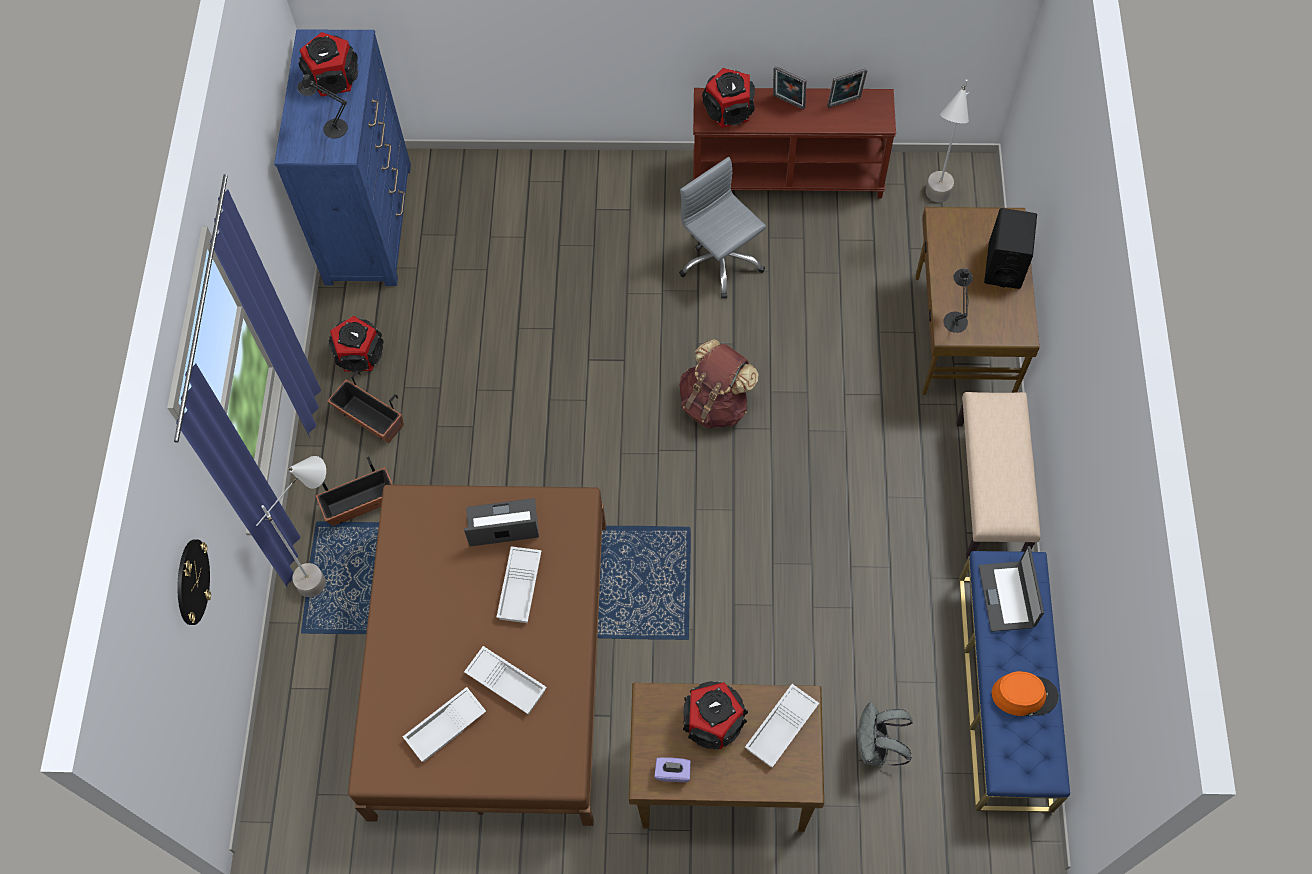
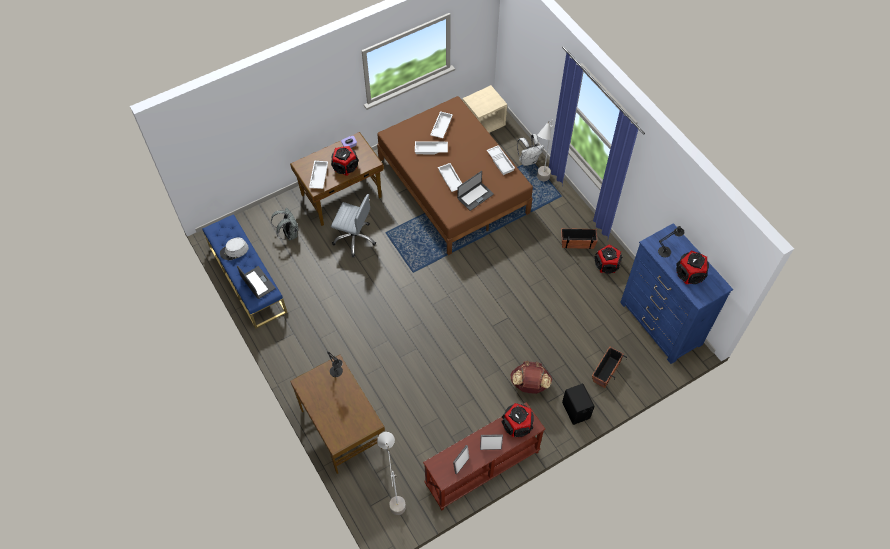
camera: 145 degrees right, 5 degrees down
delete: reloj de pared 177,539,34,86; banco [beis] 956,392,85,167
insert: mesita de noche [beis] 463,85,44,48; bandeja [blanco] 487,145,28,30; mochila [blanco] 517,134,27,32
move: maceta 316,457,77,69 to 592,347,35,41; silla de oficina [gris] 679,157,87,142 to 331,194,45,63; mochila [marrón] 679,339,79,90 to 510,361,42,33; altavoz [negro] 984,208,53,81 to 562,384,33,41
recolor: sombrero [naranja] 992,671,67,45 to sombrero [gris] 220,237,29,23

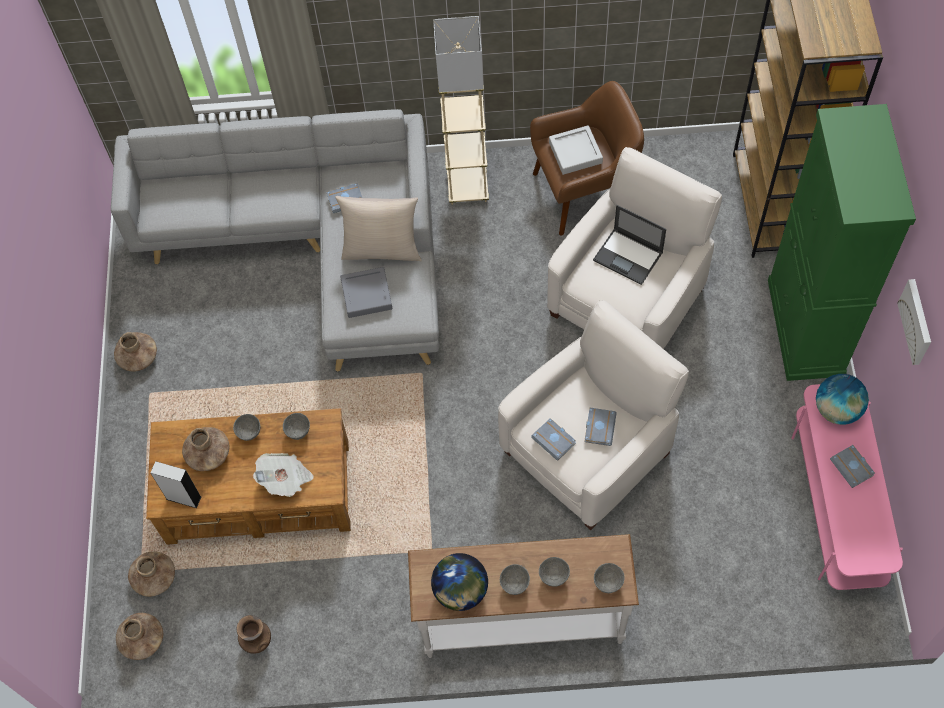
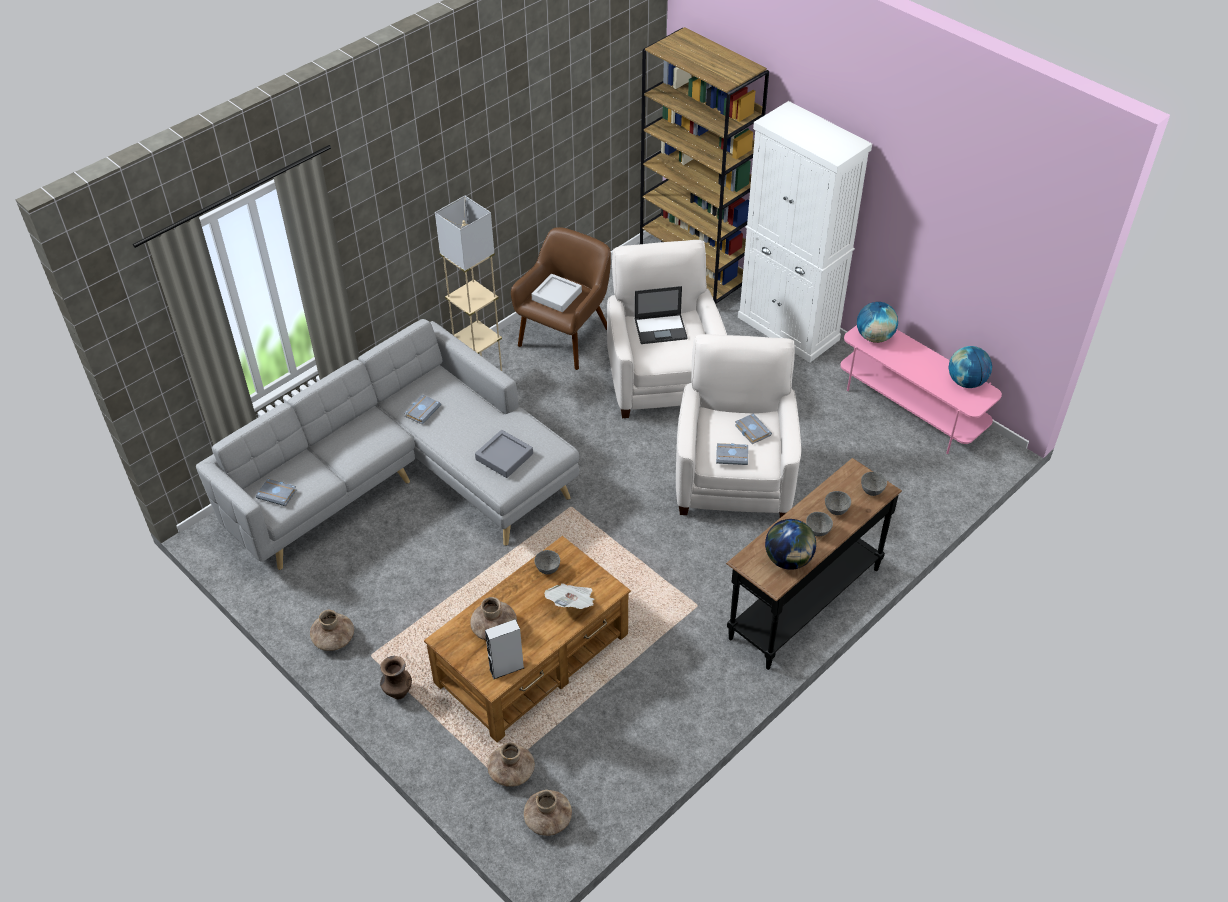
camera: 45 degrees left, 15 degrees down
delete: cuenco [gris] 233,414,27,27; cojín [beis] 335,196,87,65; cuadro 897,279,34,86
insert: globo terráqueo 949,346,43,42
move: florero [marrón] 237,615,34,39 to 380,656,32,43; libro [gris] 830,445,45,43 to 256,479,41,27
recolor: mesa consola [blanco] 408,534,231,124 to mesa consola [negro] 726,458,176,212; armario [verde] 768,104,148,277 to armario [blanco] 738,101,134,262

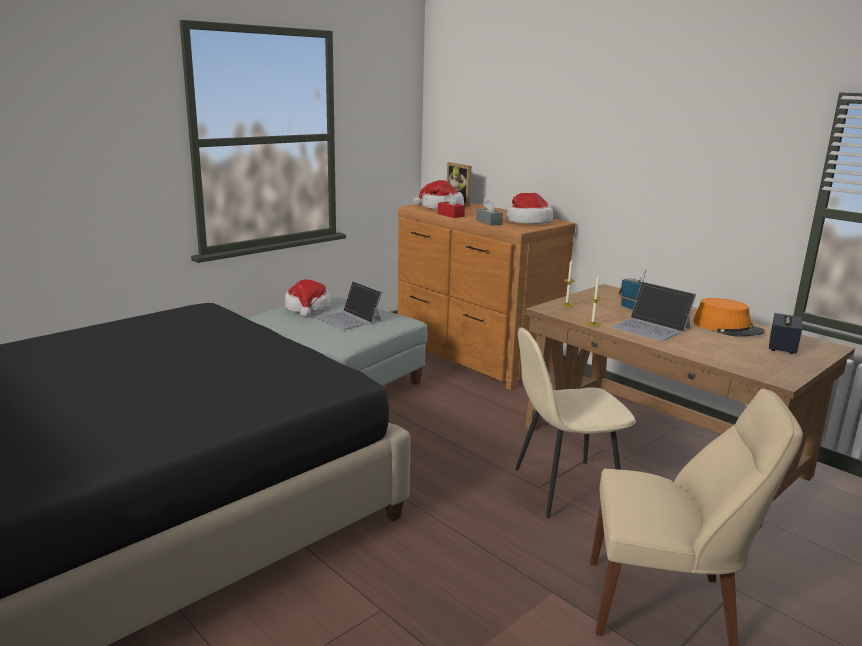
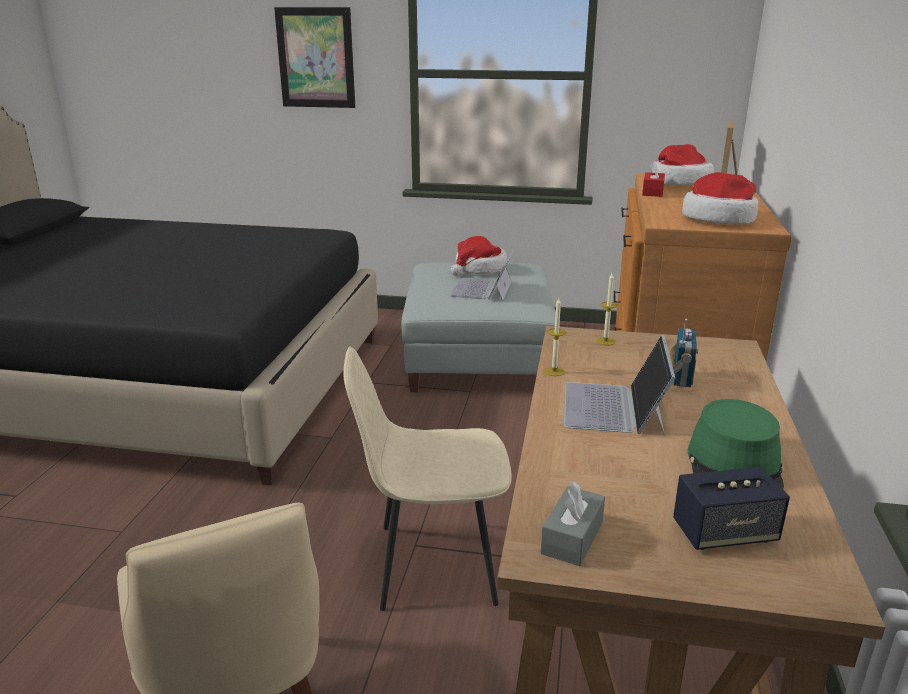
camera: 55 degrees right, 5 degrees up
insert: cuadro 274,7,81,101
move: caja de pañuelos [gris] 476,199,27,27 to 541,481,64,85
recolor: sombrero [naranja] 693,298,72,39 to sombrero [verde] 687,399,97,90
rotate: silla [beis] 515,328,121,190 = 343,347,169,264 45 degrees counterclockwise

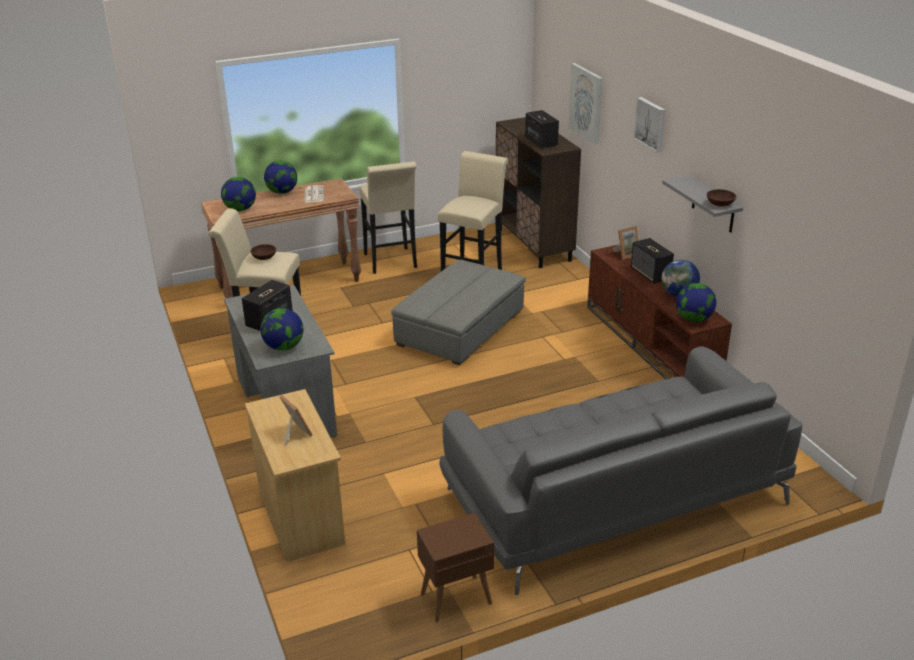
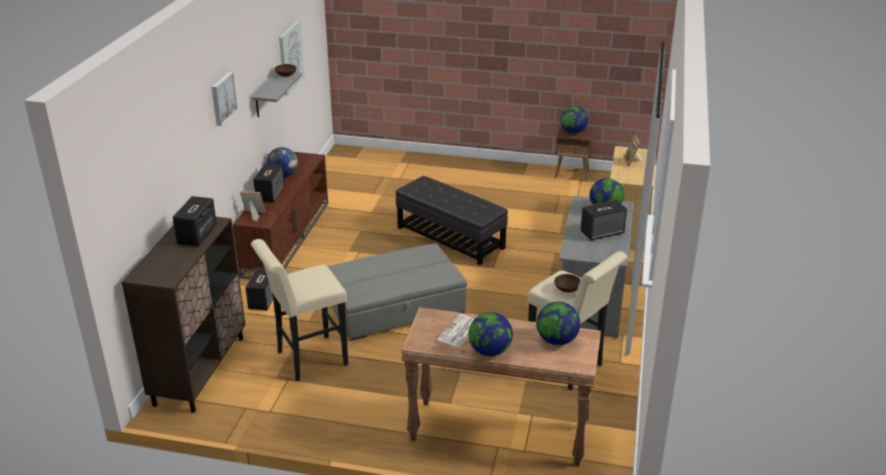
camera: 145 degrees left, 0 degrees up
delete: taburete [beis] 359,162,58,112; sofá [gris] 439,347,364,248
insert: altavoz 245,267,28,44; puf [negro] 396,176,112,89
move: cuadro 568,63,35,82 to 279,21,26,75; globo terráqueo 676,283,40,39 to 560,106,28,28

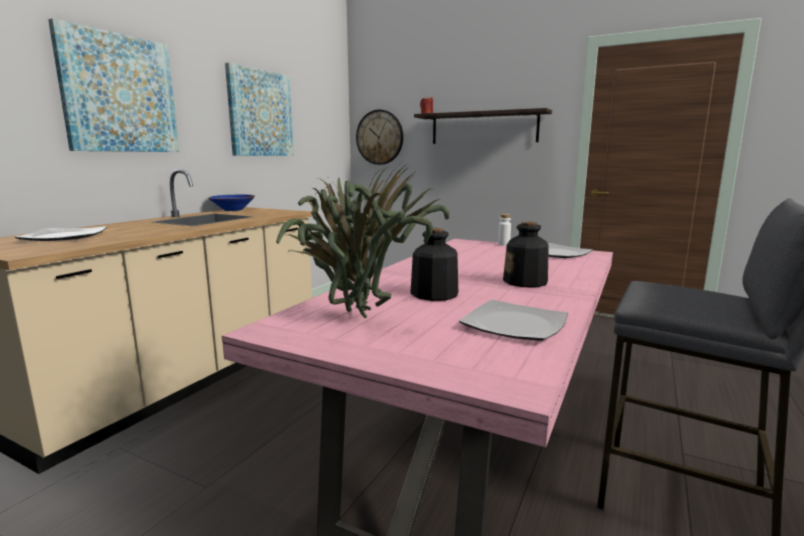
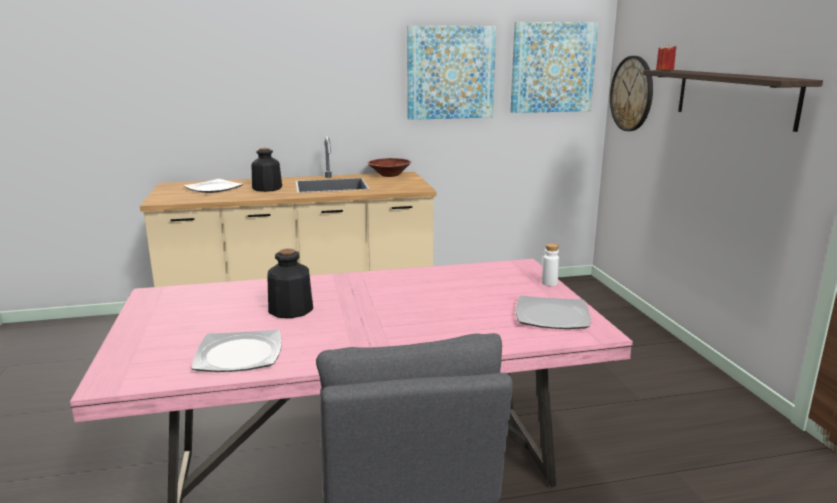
camera: 50 degrees right, 5 degrees up
delete: planta en maceta 276,163,173,155
move: cuadro 48,18,131,134 to 510,22,88,91; botella 503,221,46,66 to 251,148,31,44
recolor: cuenco [azul] 209,195,46,16 to cuenco [marrón] 368,158,43,19

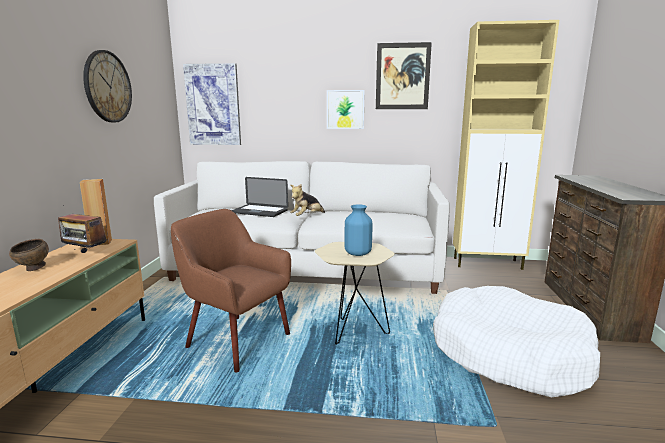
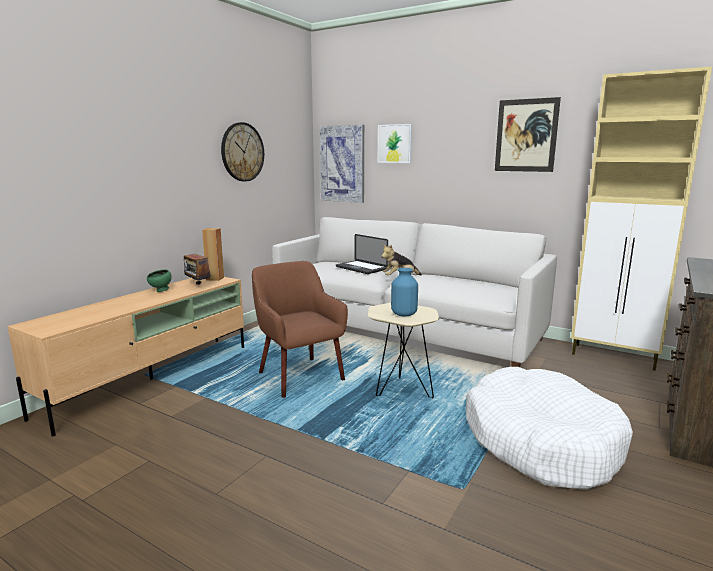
camera: 25 degrees right, 0 degrees up
move: cuadro 327,90,38,39 to 377,124,35,39
recolor: cuenco [marrón] 9,239,40,32 to cuenco [verde] 147,269,25,23

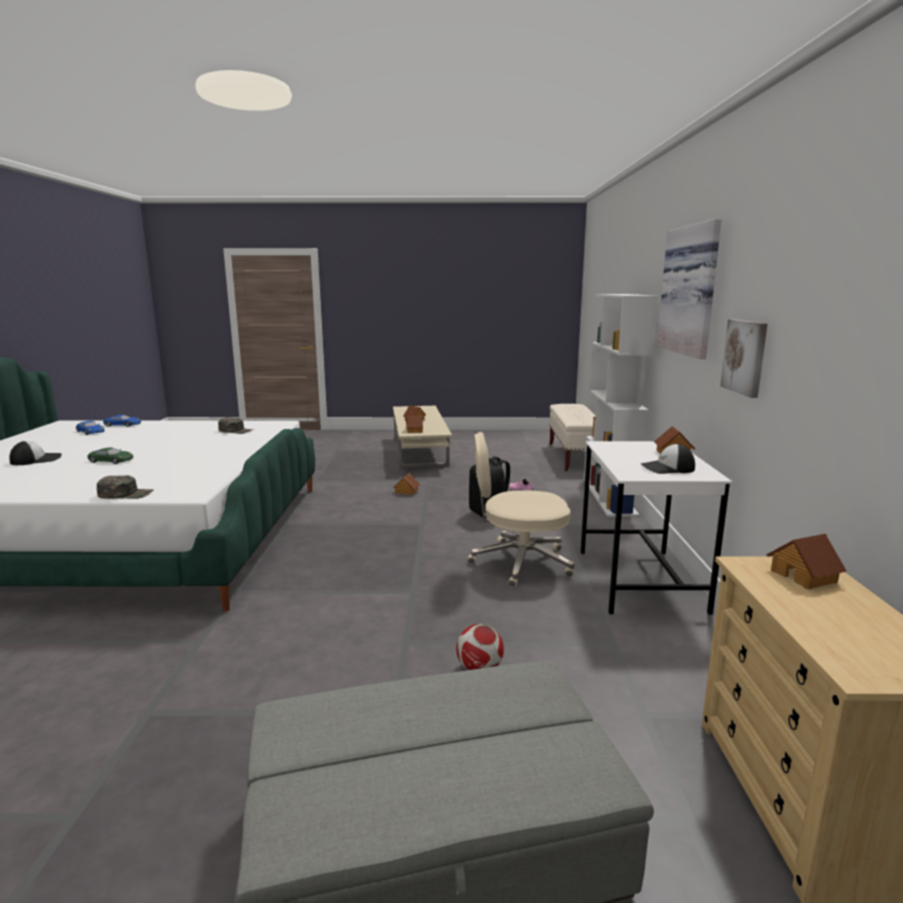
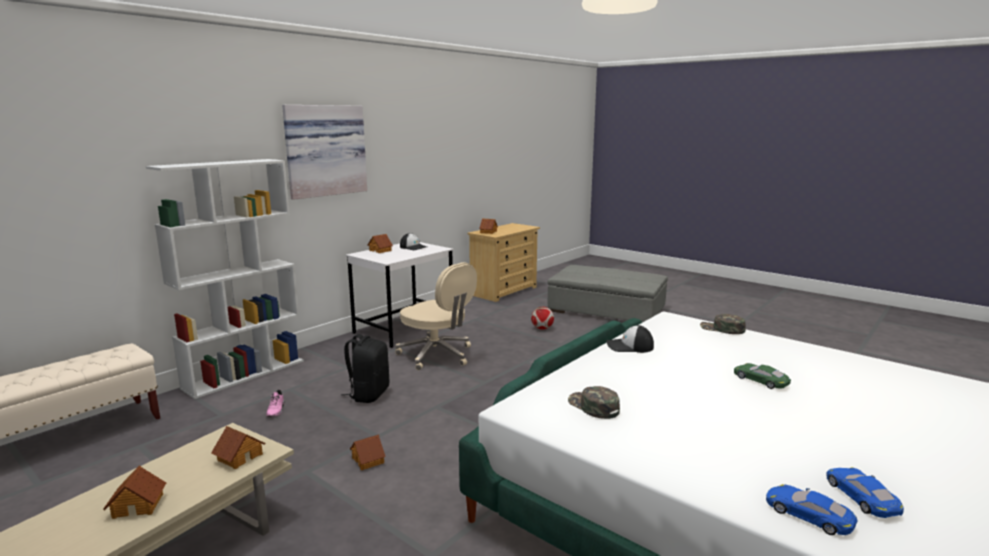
camera: 140 degrees left, 0 degrees up
delete: cuadro 720,319,48,79
move: gorra 9,441,53,24 to 607,325,47,28

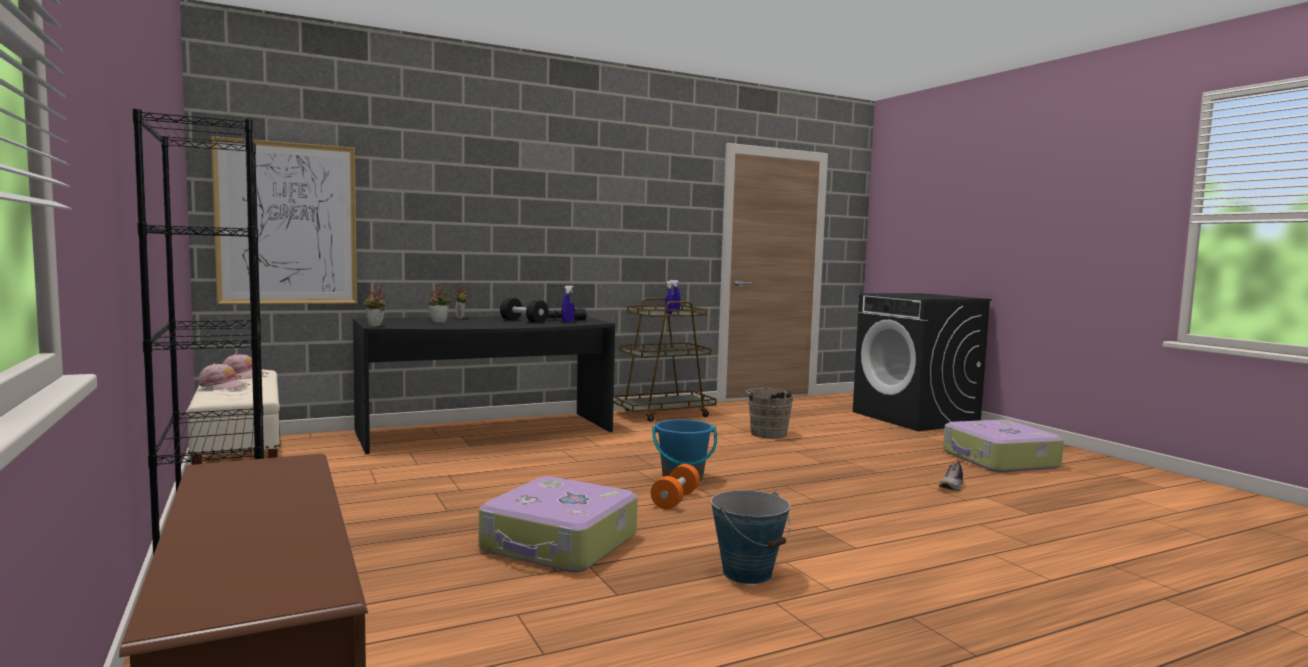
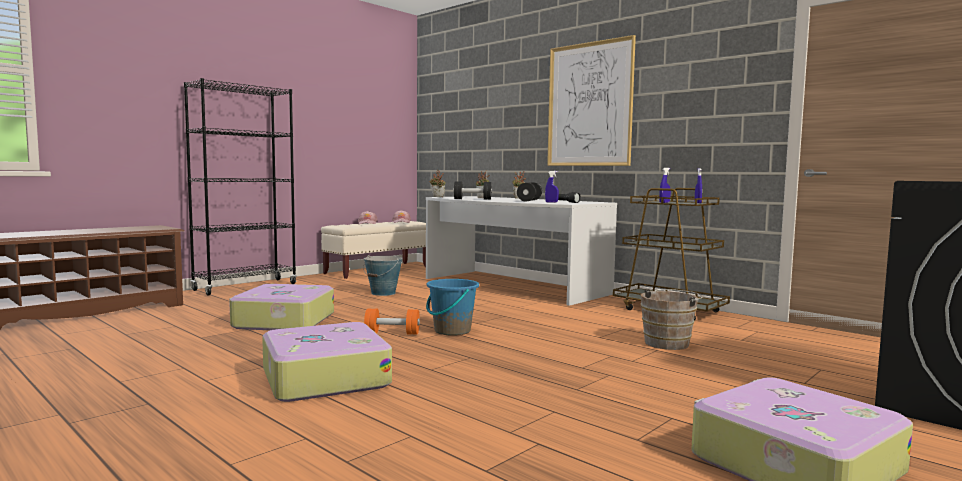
camera: 70 degrees right, 0 degrees up
delete: zapato 939,462,24,29
insert: maleta 262,322,130,80; mancuerna [negro] 454,181,38,18
move: cuadro 211,136,146,168 to 547,35,89,131; cubo 711,490,79,94 to 363,255,40,41
recolor: escritorio [negro] 353,316,262,138 to escritorio [blanco] 426,196,191,110

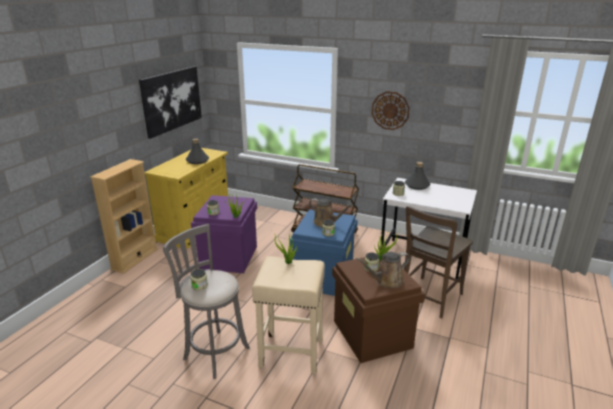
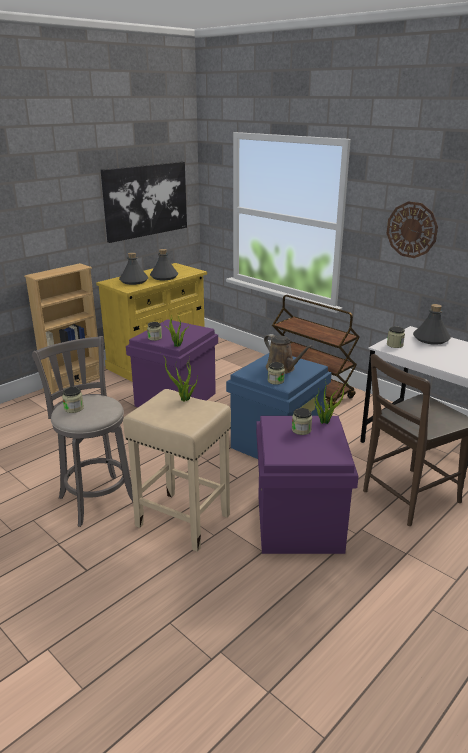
camera: 20 degrees right, 0 degrees up
delete: regadera [marrón] 356,252,54,36
insert: botella [gris] 119,252,29,33
recolor: caja de almacenaje [marrón] 332,257,93,106 to caja de almacenaje [morado] 256,416,103,138

